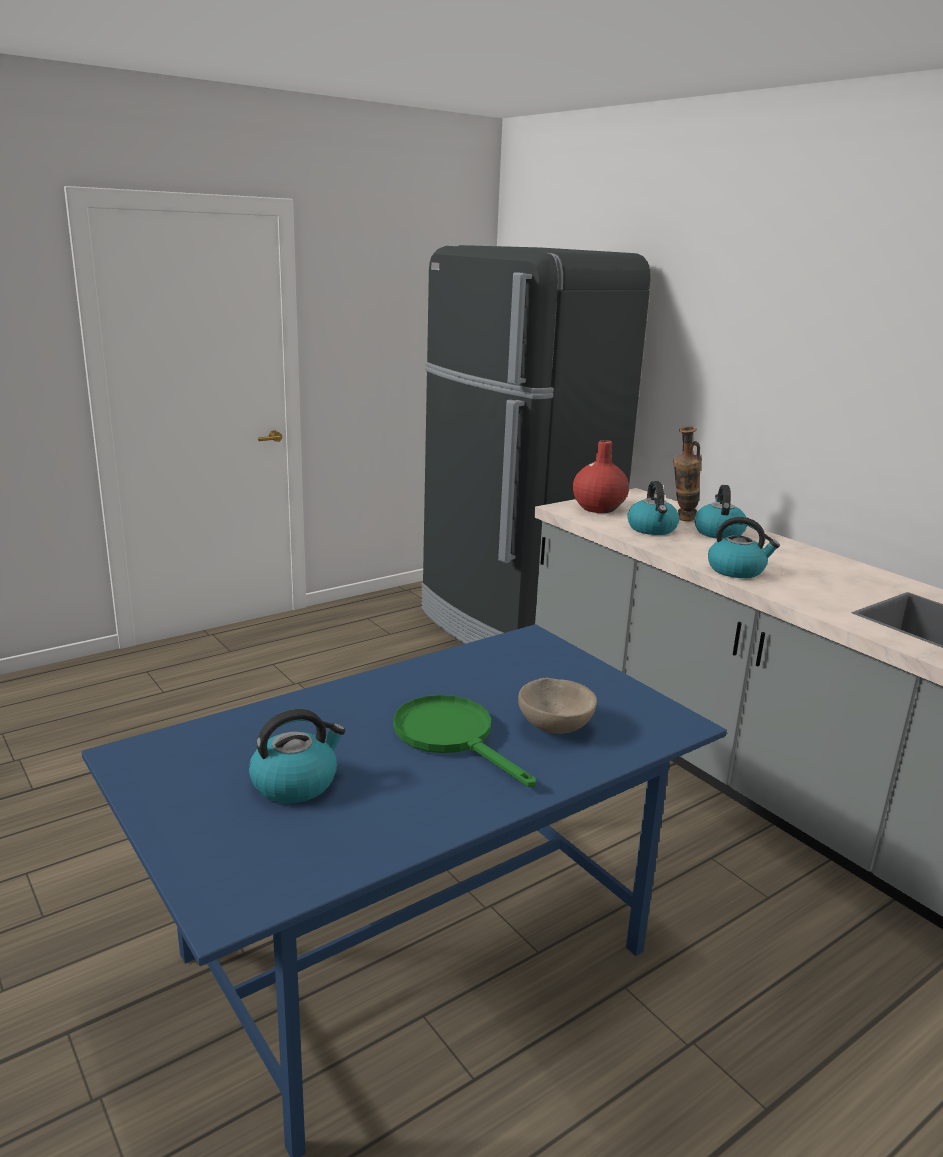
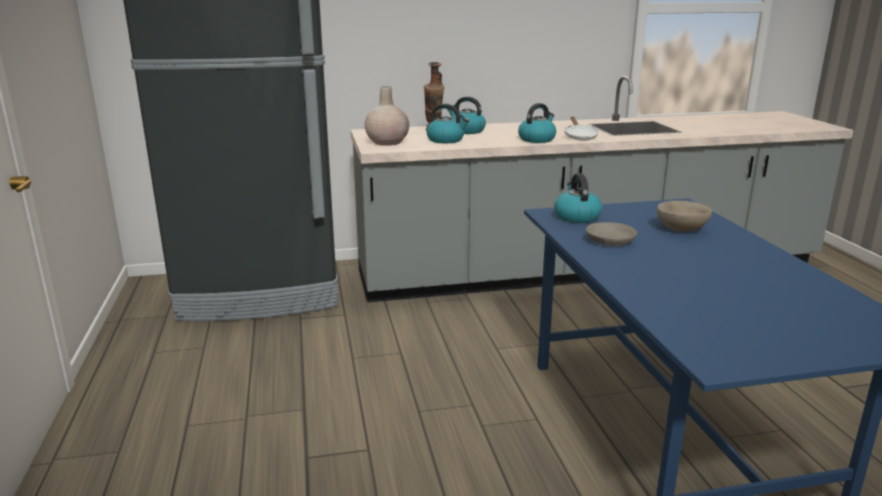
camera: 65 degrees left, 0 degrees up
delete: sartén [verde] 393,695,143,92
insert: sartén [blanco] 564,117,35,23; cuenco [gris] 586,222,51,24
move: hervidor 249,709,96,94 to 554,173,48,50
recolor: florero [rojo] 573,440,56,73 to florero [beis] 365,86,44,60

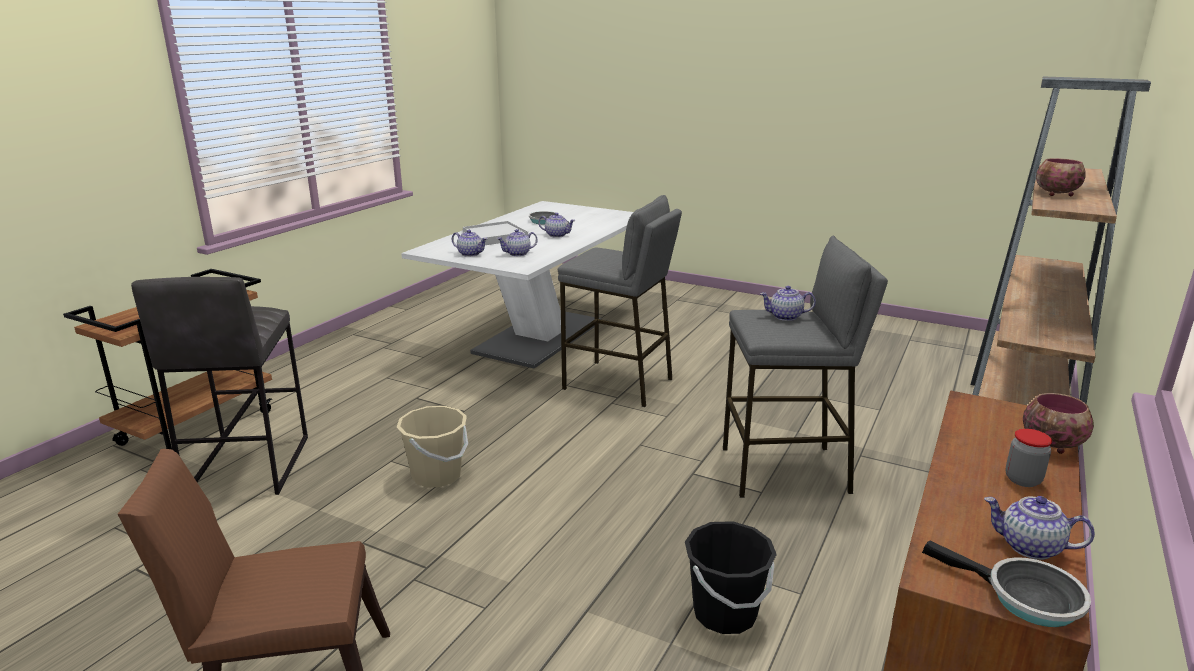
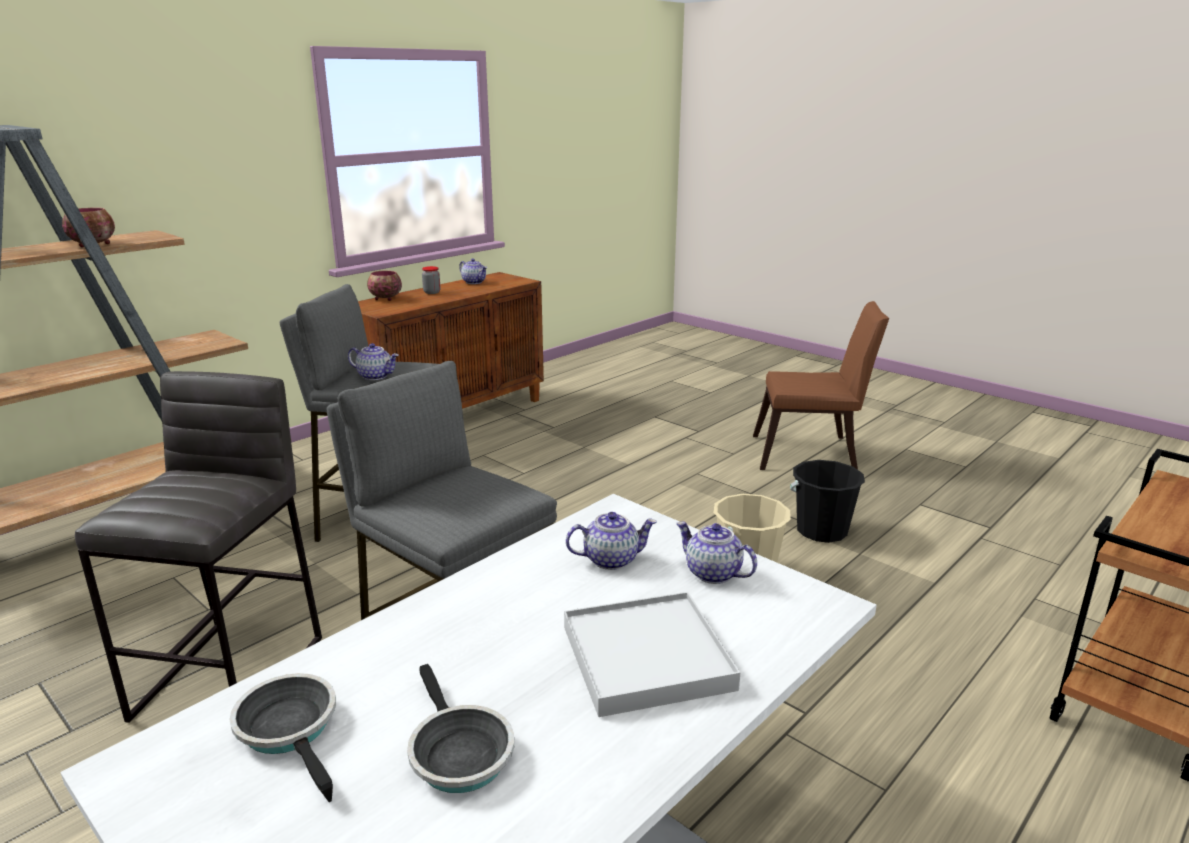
camera: 165 degrees left, 0 degrees up
delete: tetera 538,213,37,25
move: taburete [gris] 131,277,177,218 to 75,371,247,352; cubo [negro] 685,521,92,113 to 790,460,75,83; sartén 922,540,169,87 to 229,673,107,129

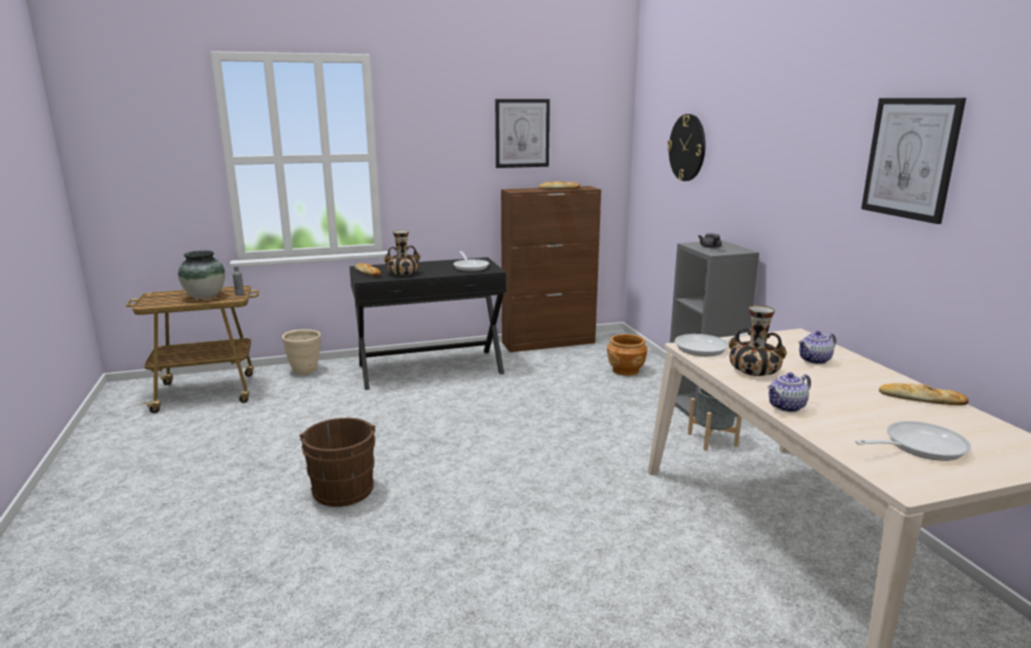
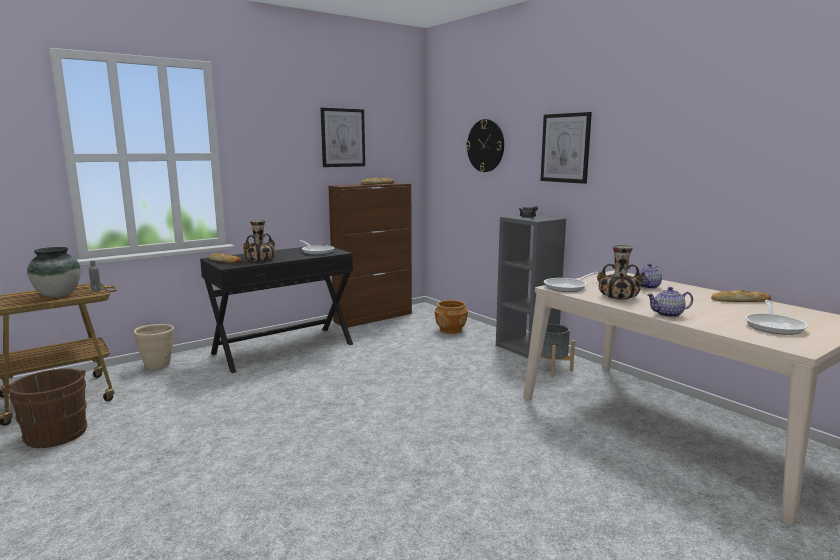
camera: 20 degrees left, 5 degrees down
move: cubo [marrón] 299,418,77,89 to 6,368,81,80; cuadro 861,98,105,126 to 541,112,51,72
rotate: tetera 767,372,44,40 = 647,287,46,30 45 degrees clockwise; sartén 855,421,116,40 = 745,300,63,35 150 degrees clockwise

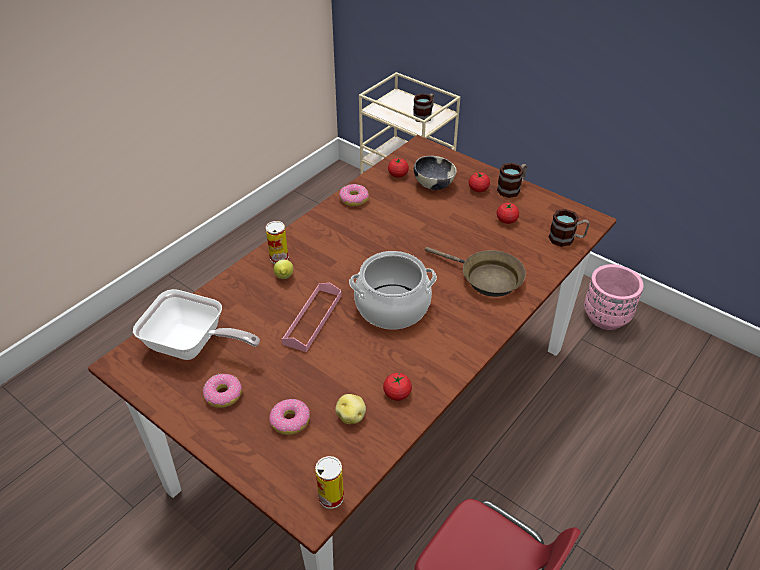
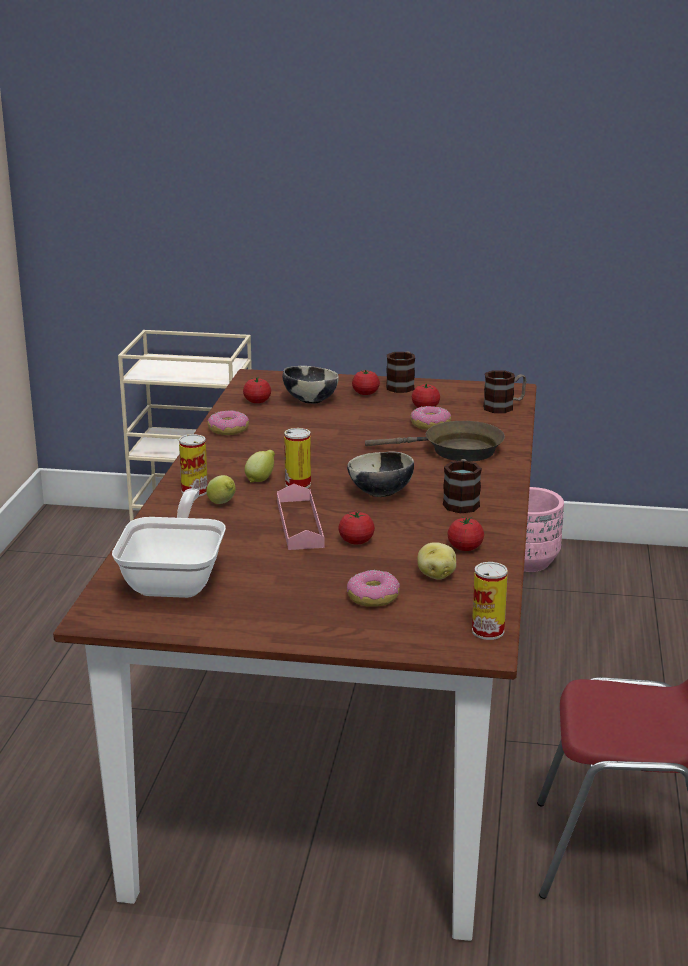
camera: 30 degrees left, 20 degrees down
insert: limón 244,450,31,33; lata 284,428,27,60; tomate 338,511,37,33
move: rosquilla 202,374,40,34 to 410,406,41,24; taza grande 413,93,21,29 to 443,459,39,55
replace: olla 349,251,88,79 to cuenco 347,451,67,46
rotate: sartén 133,289,127,71 = 112,489,114,109 75 degrees counterclockwise

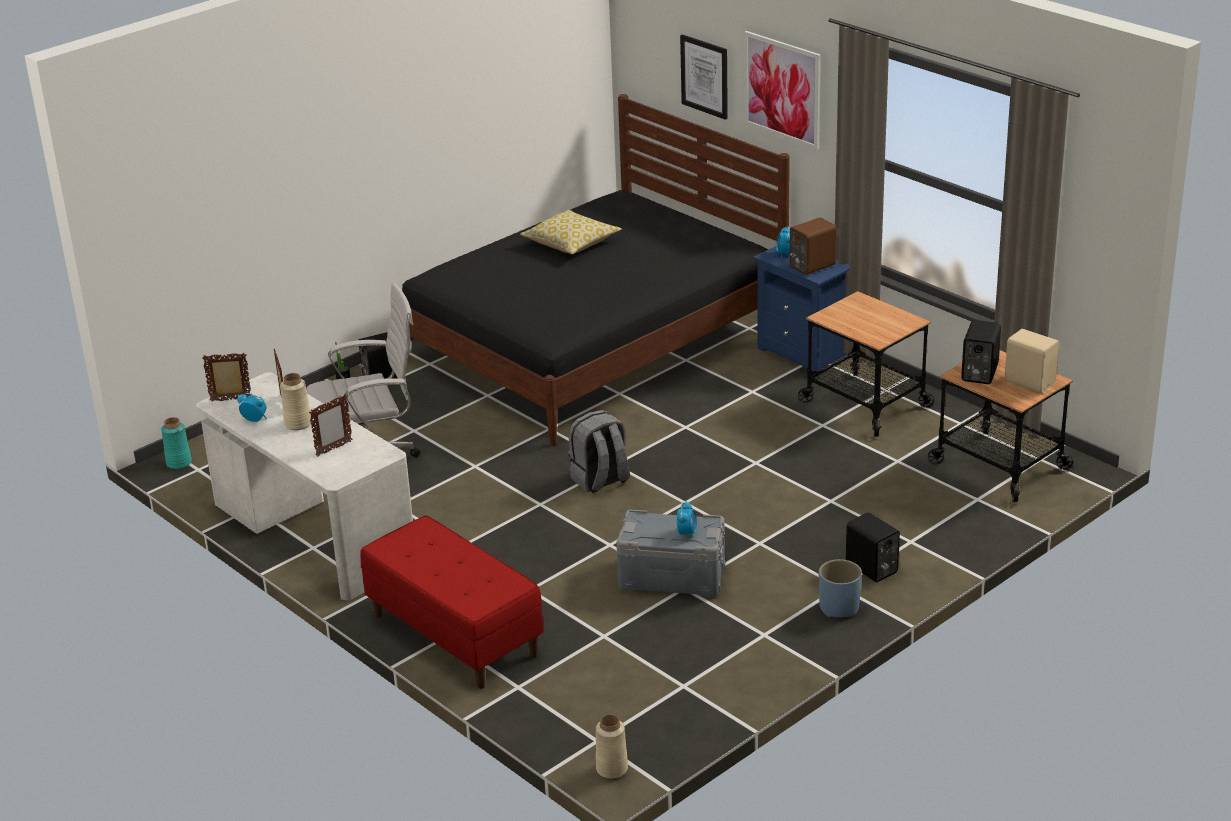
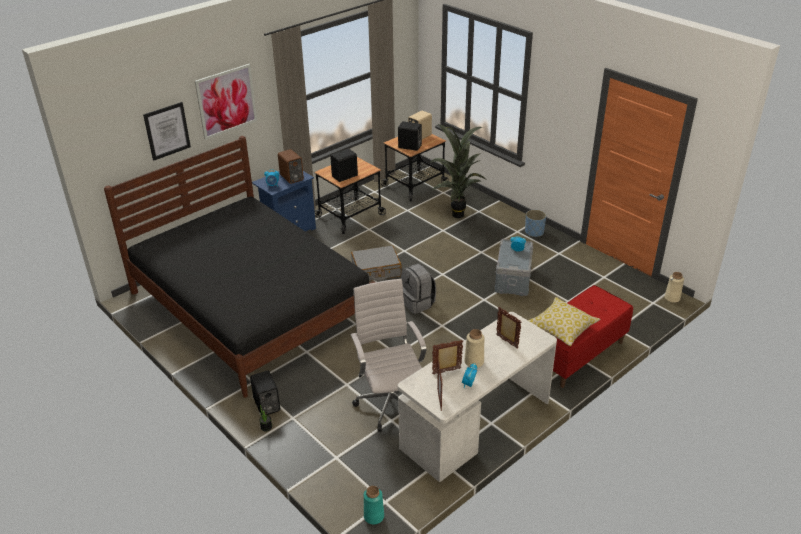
camera: 90 degrees left, 5 degrees up
insert: maleta [gris] 351,245,51,36; planta en maceta 430,124,58,94
move: cojín 520,210,102,44 to 528,297,72,49; altavoz [negro] 846,512,54,70 to 330,149,28,33

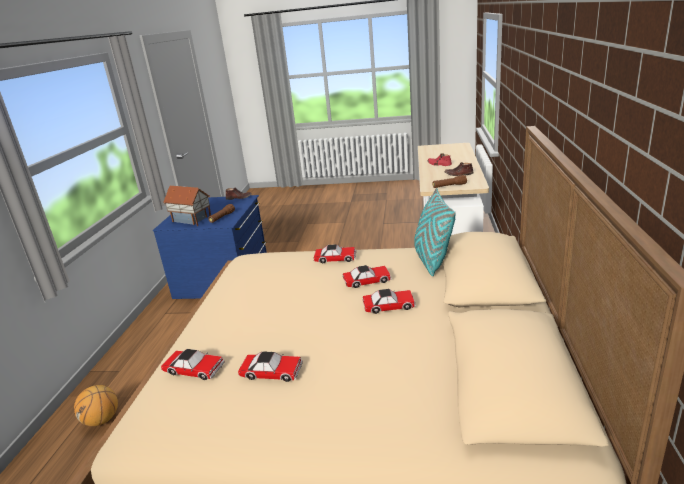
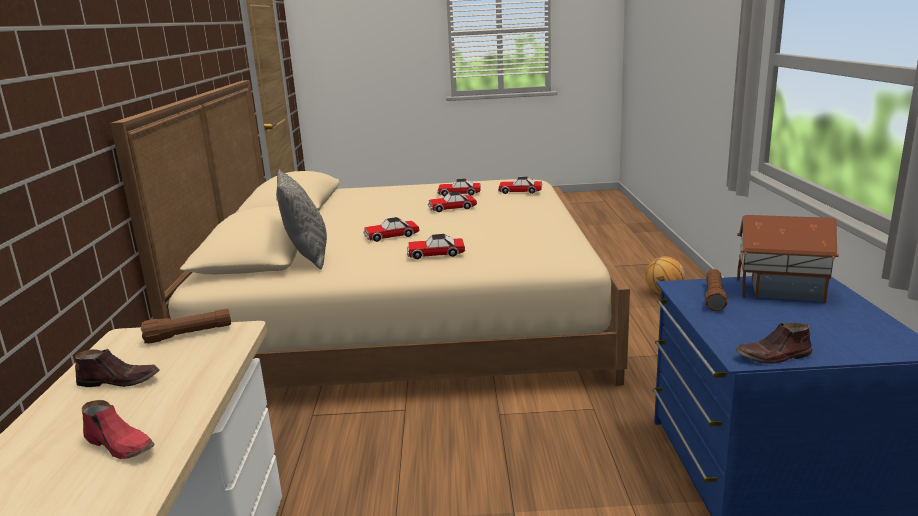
camera: 170 degrees right, 5 degrees down
move: coche de juguete 363,289,53,25 to 428,192,49,20
recolor: cojín [turquesa] 414,188,42,88 to cojín [gris] 276,169,51,100

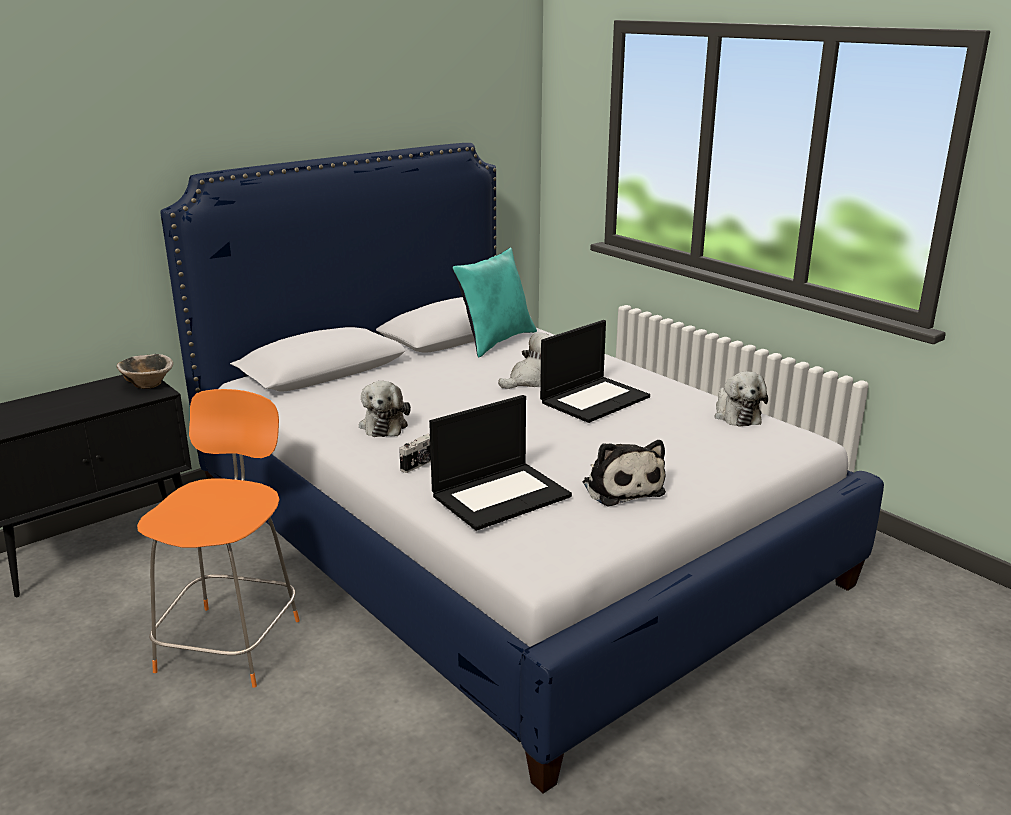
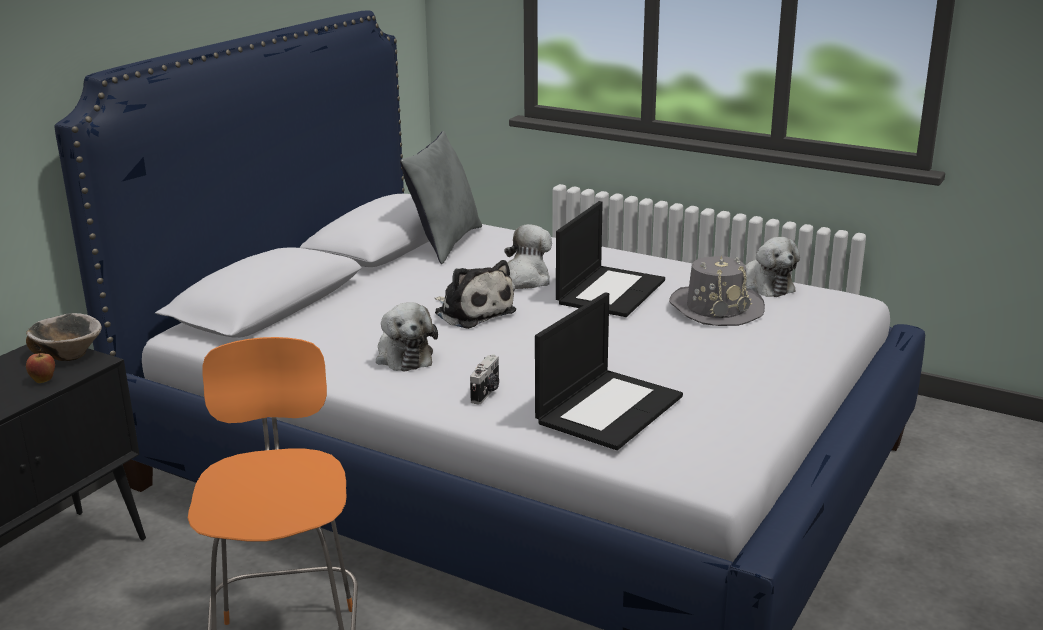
camera: 20 degrees left, 0 degrees up
insert: manzana 26,349,29,34; sombrero [gris] 669,256,96,70
move: peluche 583,440,83,67 to 435,260,81,69
recolor: cojín [turquesa] 452,248,85,110 to cojín [gris] 400,131,82,133

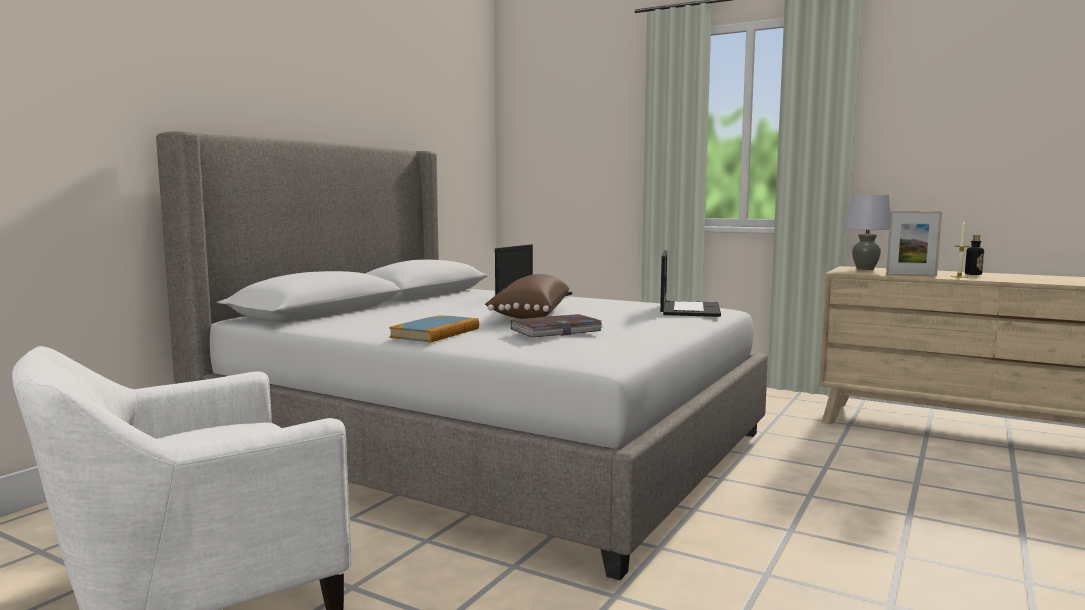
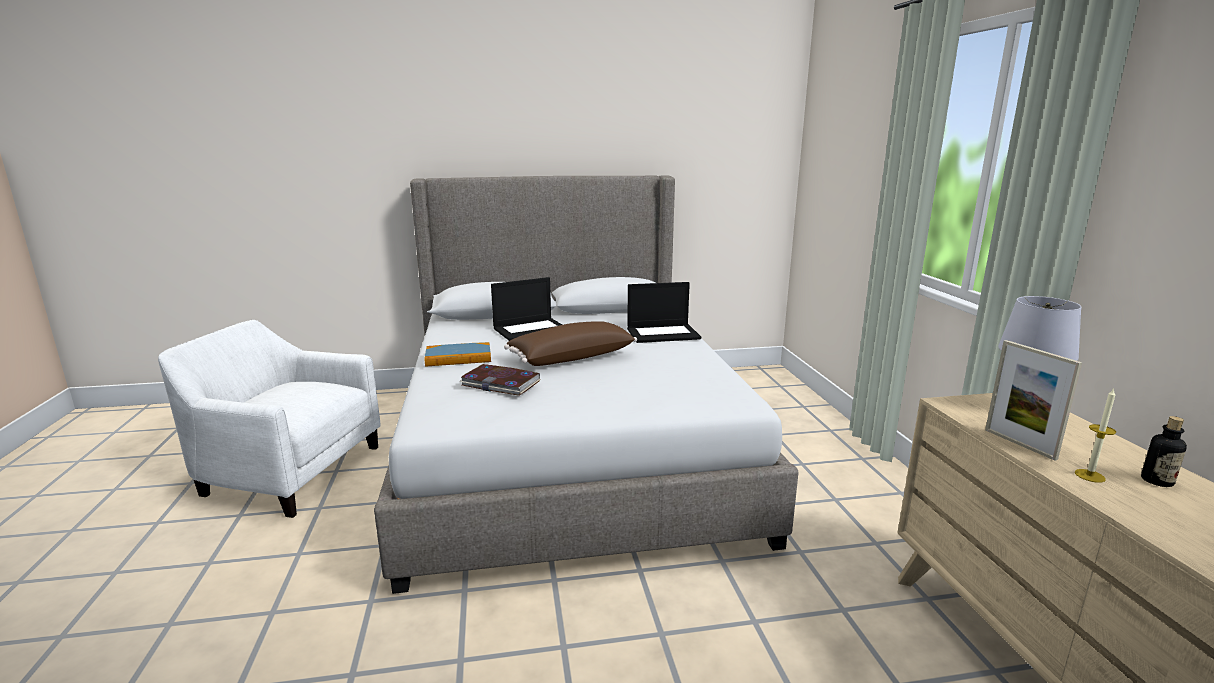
camera: 50 degrees right, 10 degrees up
move: portátil 660,250,61,67 to 491,277,71,64

